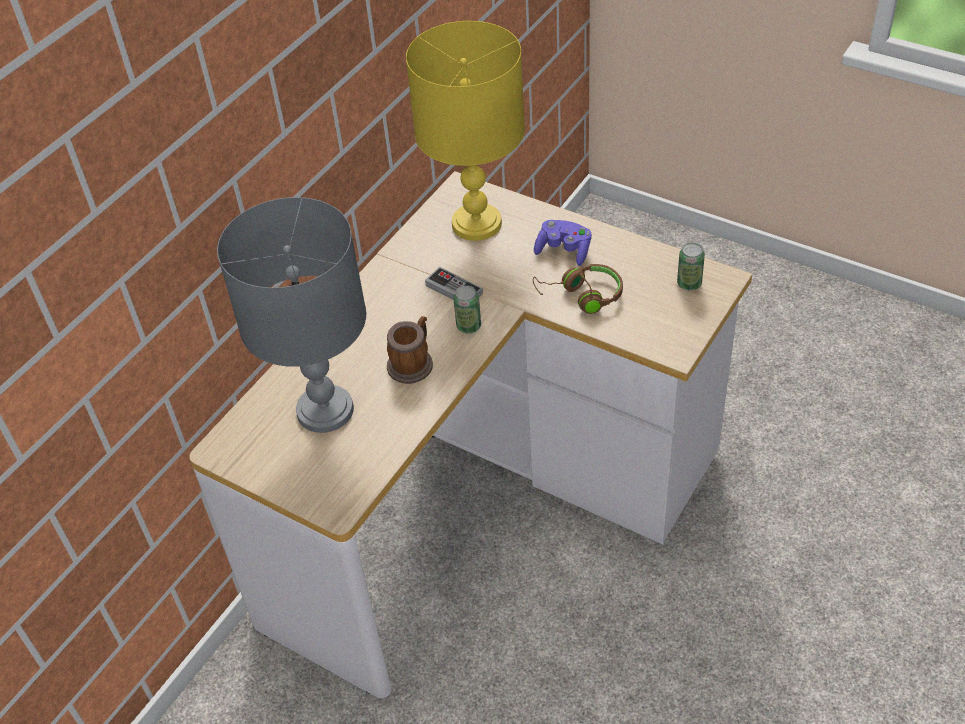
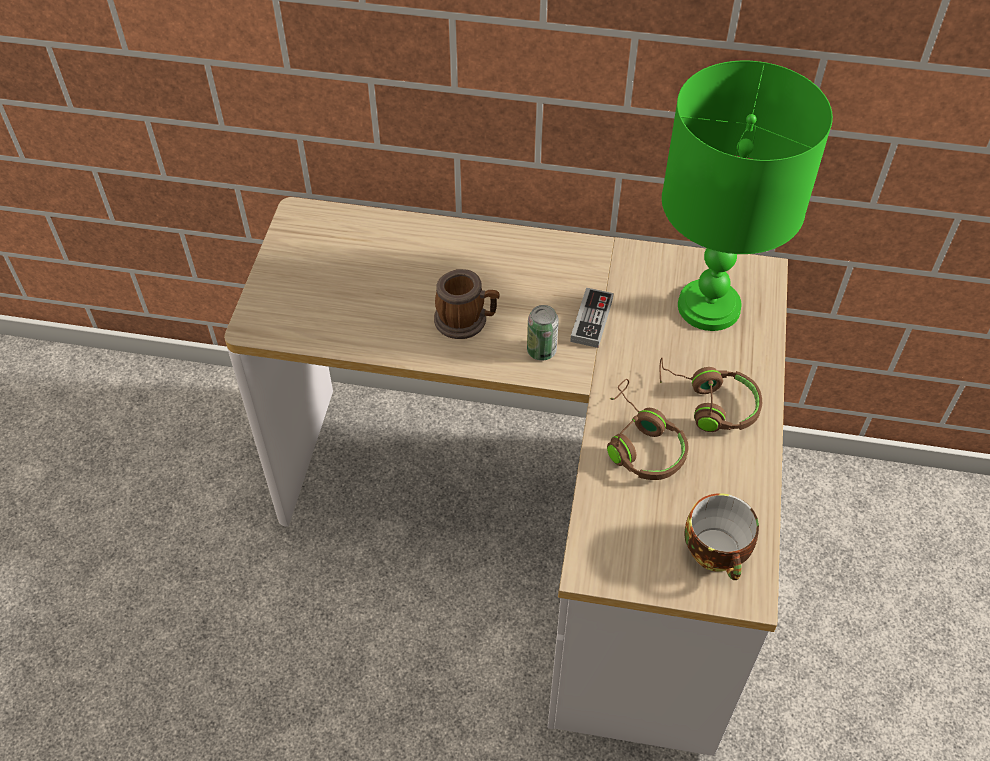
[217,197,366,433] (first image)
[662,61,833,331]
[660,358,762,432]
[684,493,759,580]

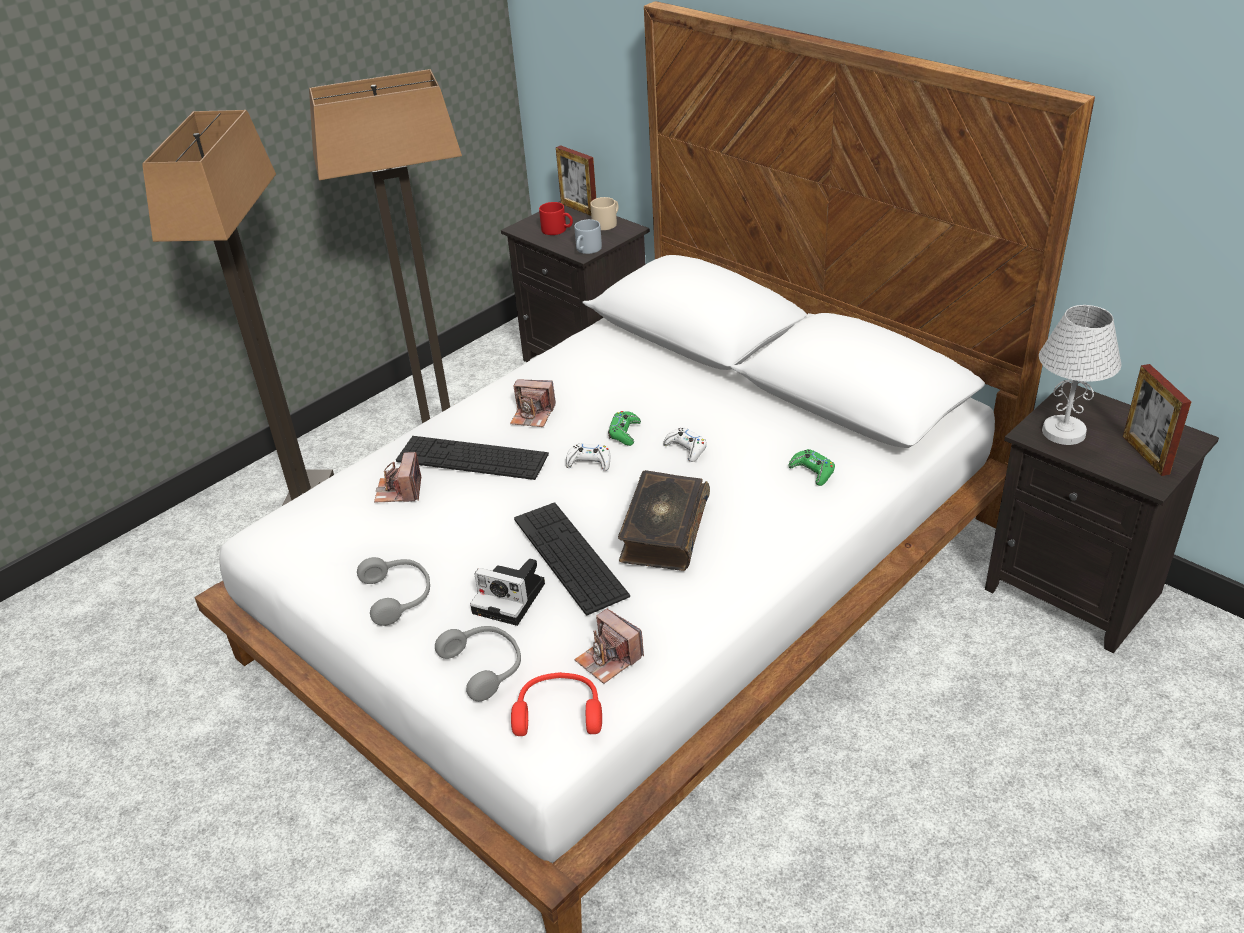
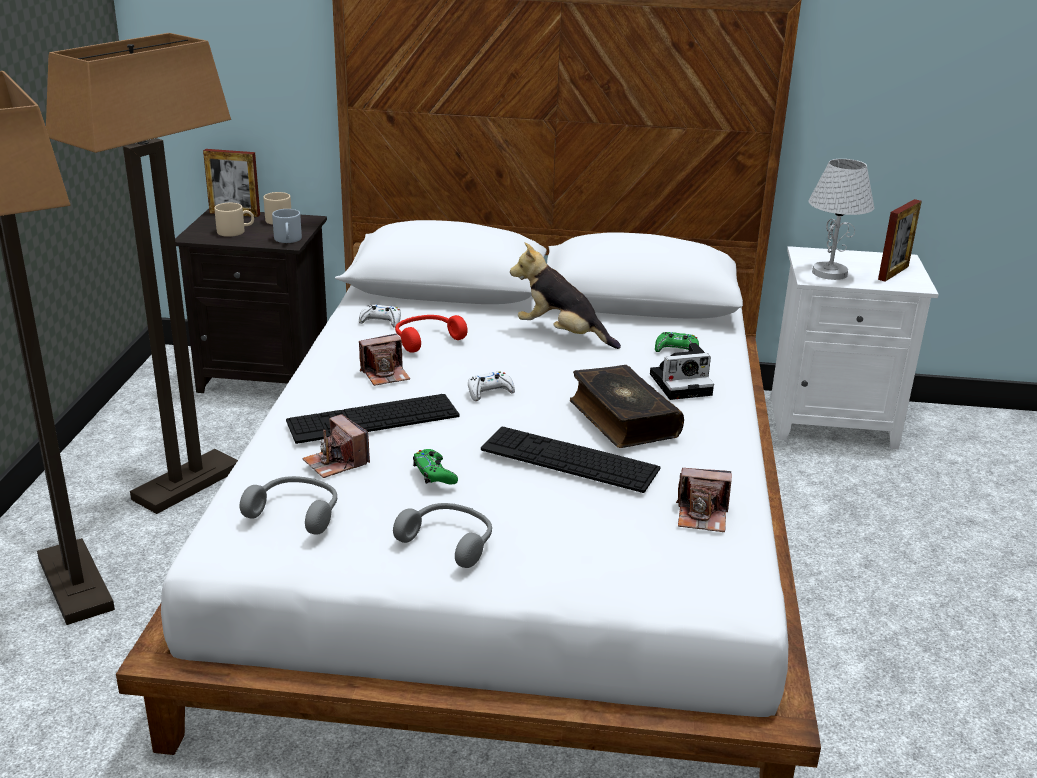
[240,476,337,535]
[650,343,714,400]
[395,315,468,353]
[214,203,254,237]
[413,449,458,484]
[359,305,401,328]
[771,246,939,449]
[878,199,922,281]
[510,242,621,349]

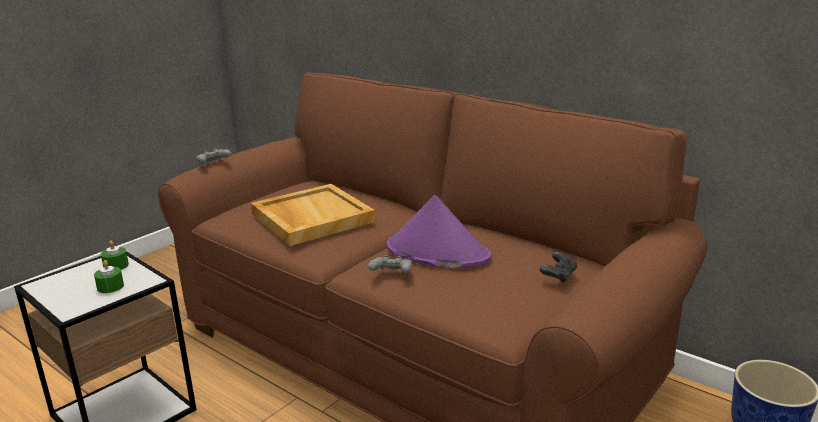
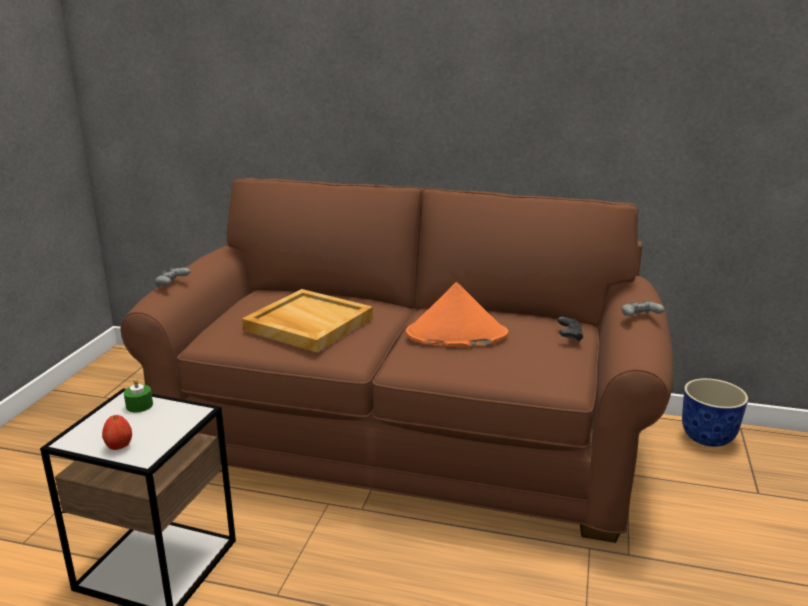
[94,260,124,293] (first image)
[621,300,665,317]
[406,282,508,347]
[102,415,132,450]

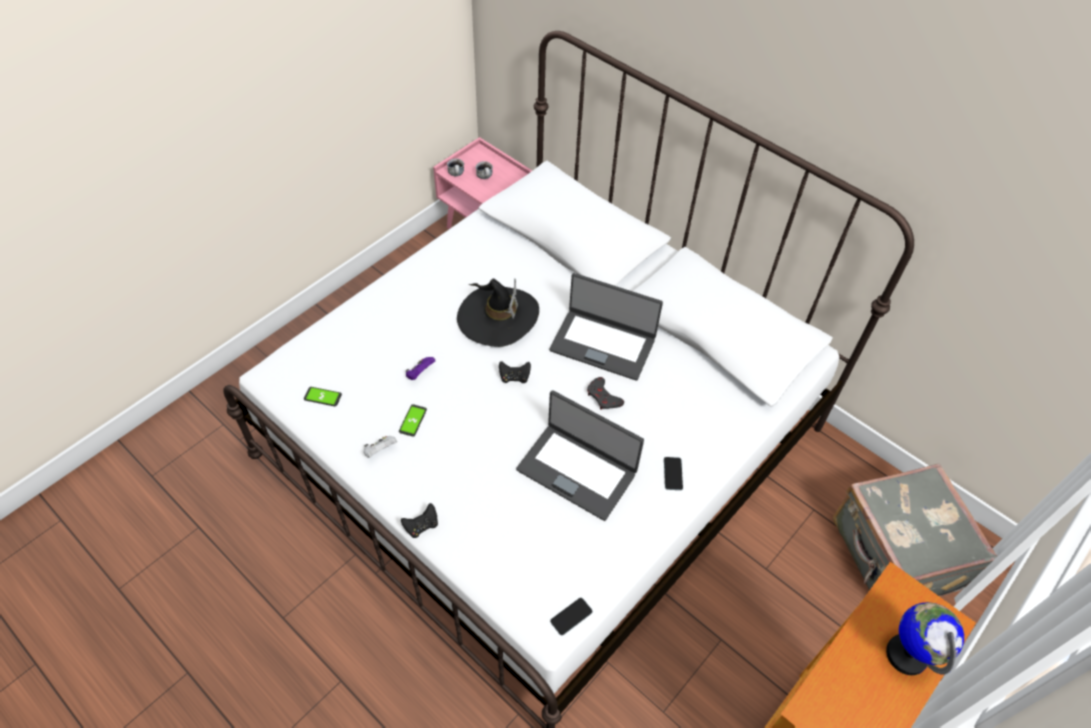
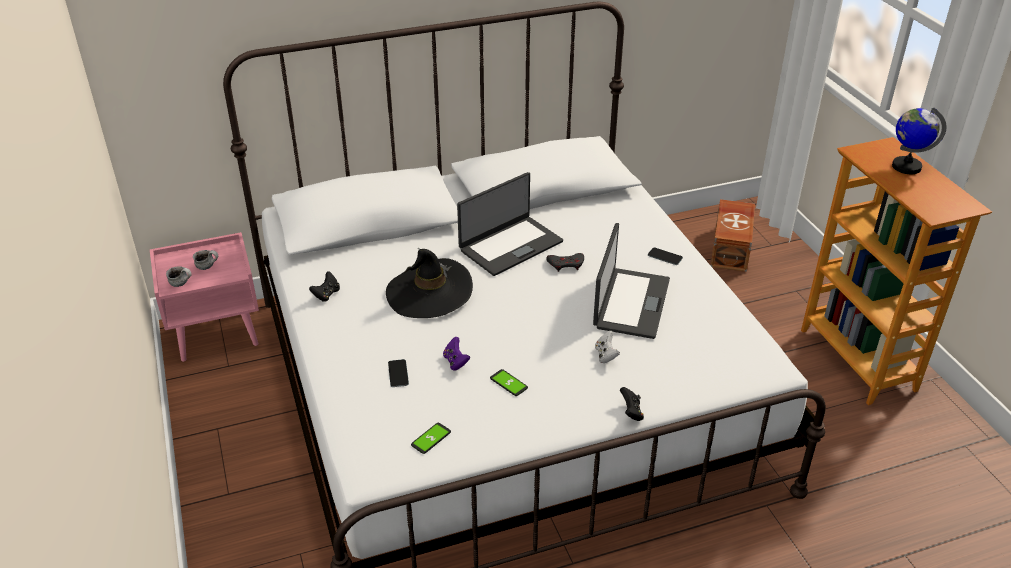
[595,331,620,363]
[309,271,340,302]
[593,223,670,339]
[388,359,409,387]
[711,199,755,272]

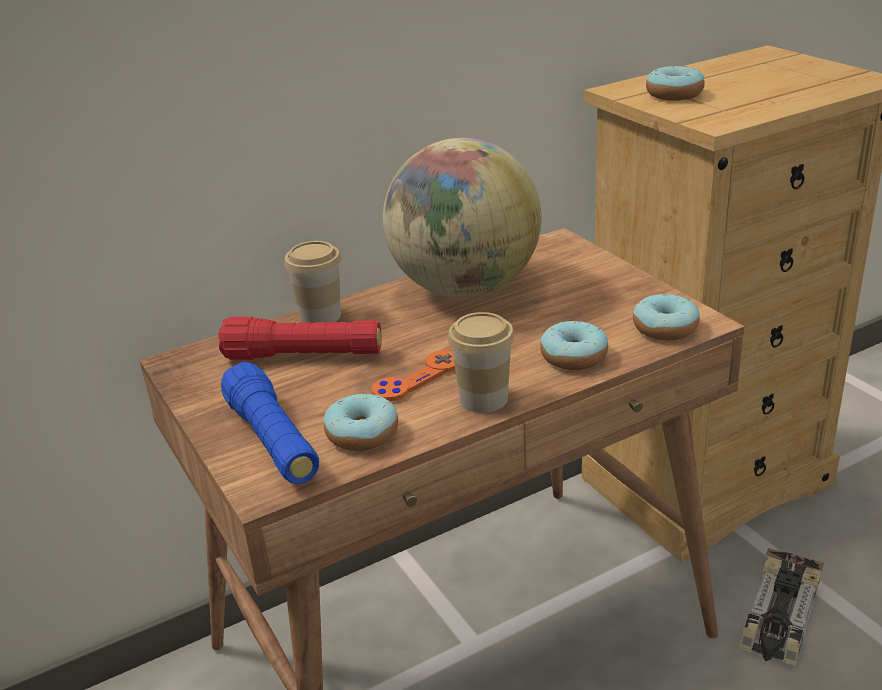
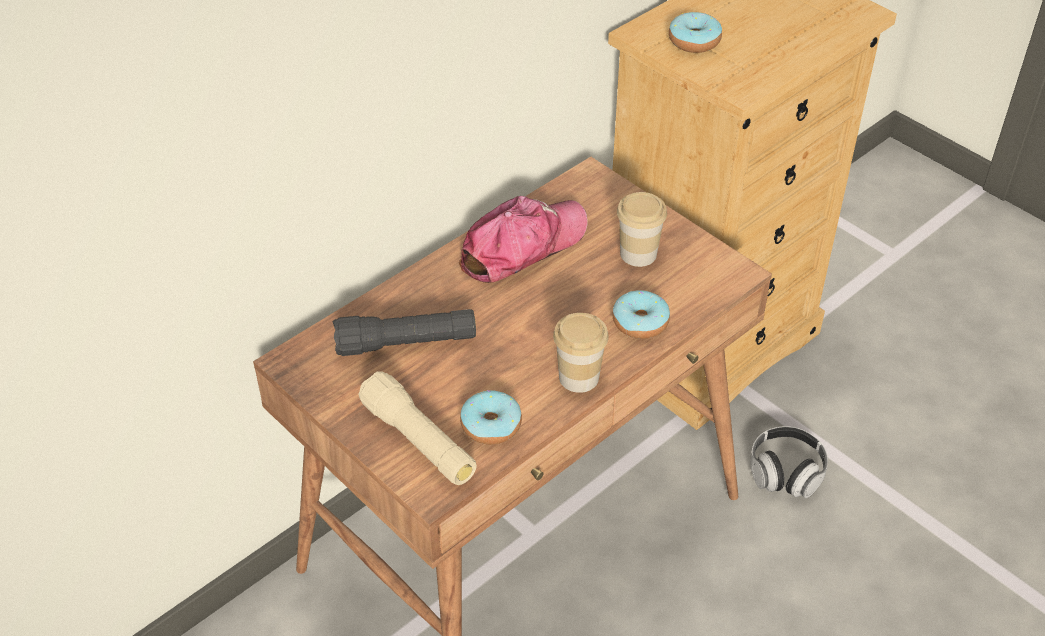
[333,309,476,356]
[358,371,477,485]
[617,192,667,267]
[371,350,455,401] (first image)
[459,196,588,283]
[633,294,700,340] (first image)
[750,426,828,498]

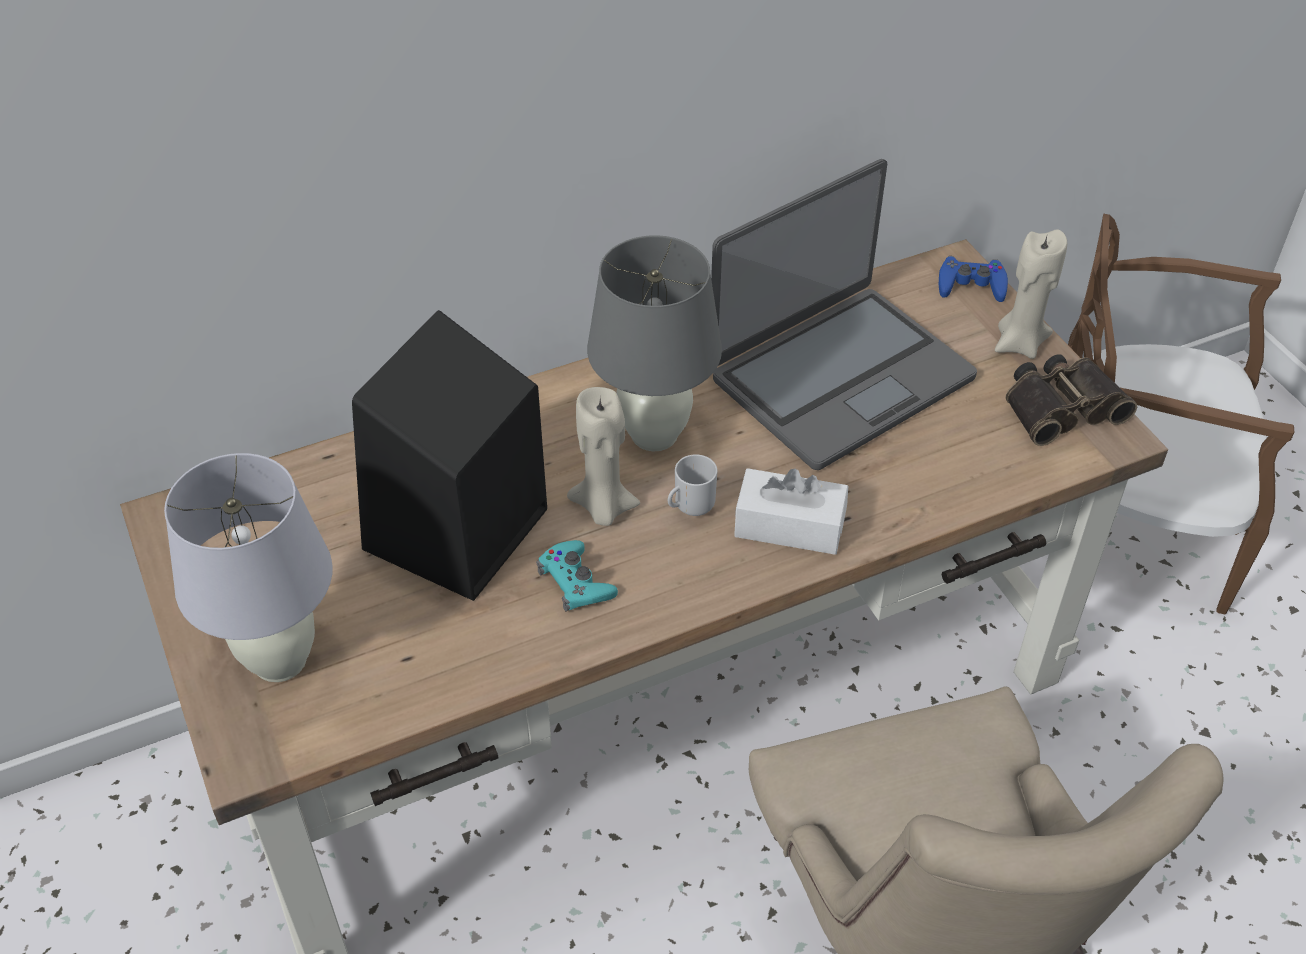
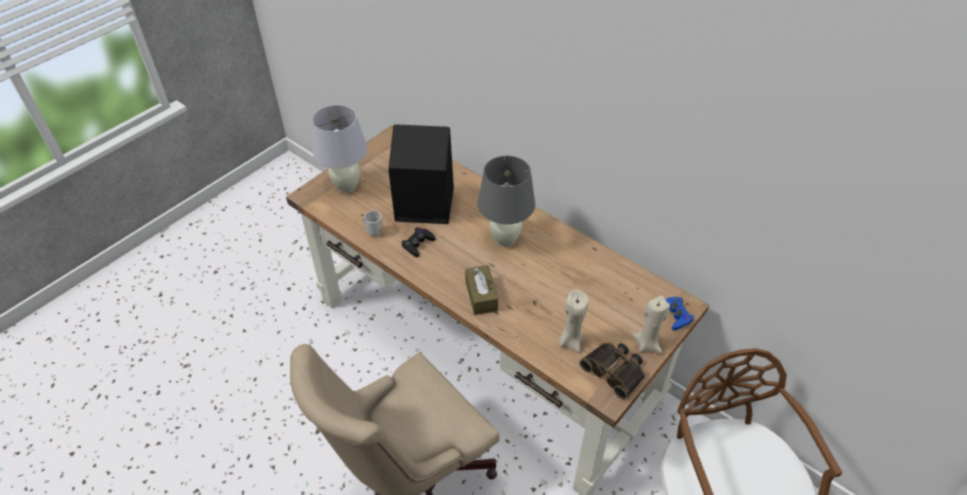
[401,227,435,257]
[559,290,589,353]
[363,211,383,236]
[711,159,977,470] (first image)
[465,265,498,315]

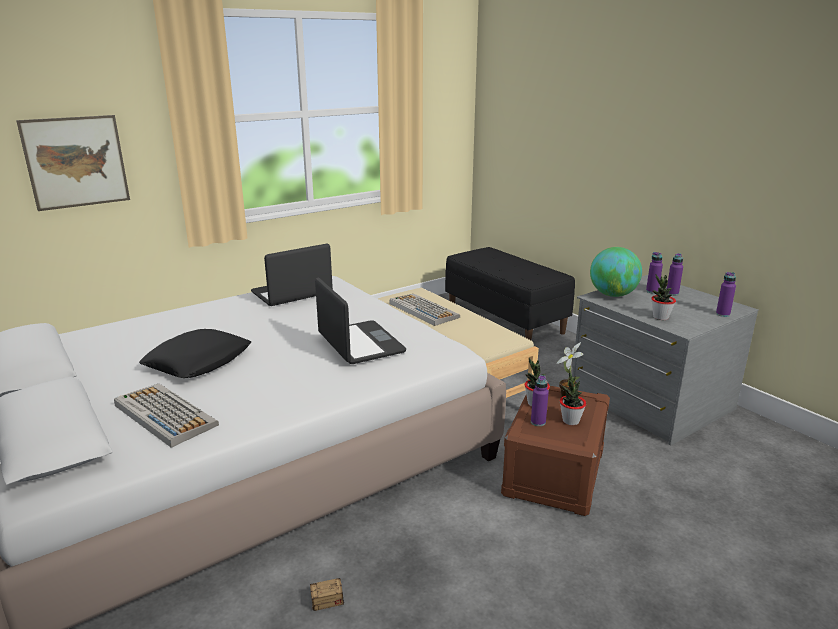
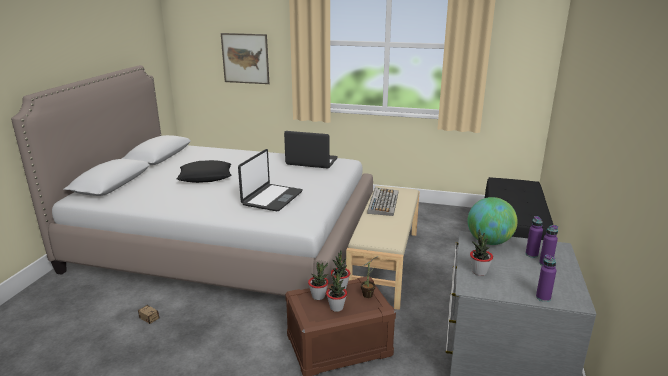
[114,384,219,448] (first image)
[308,262,329,300]

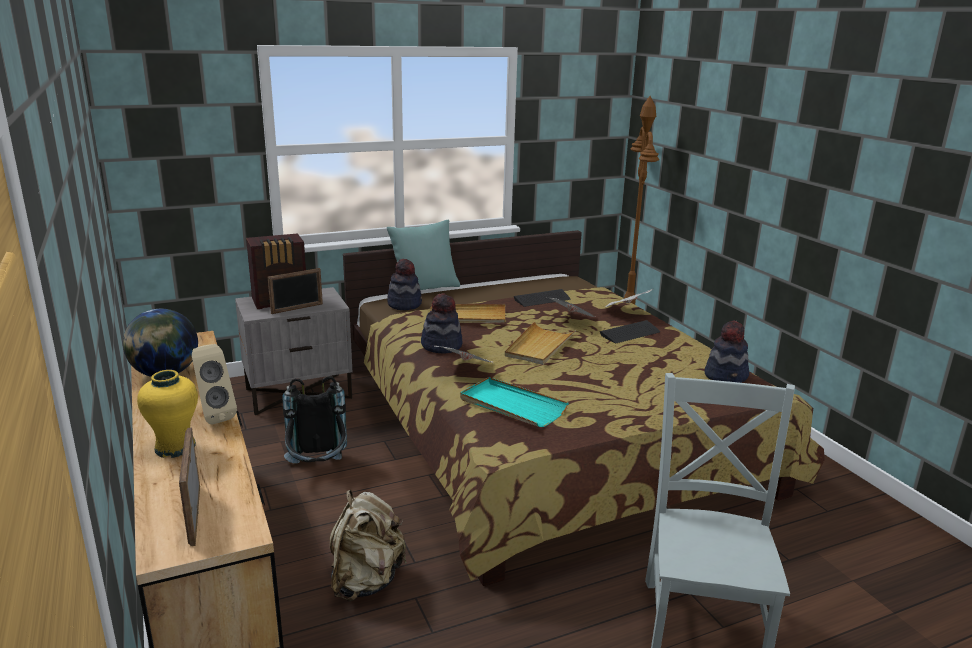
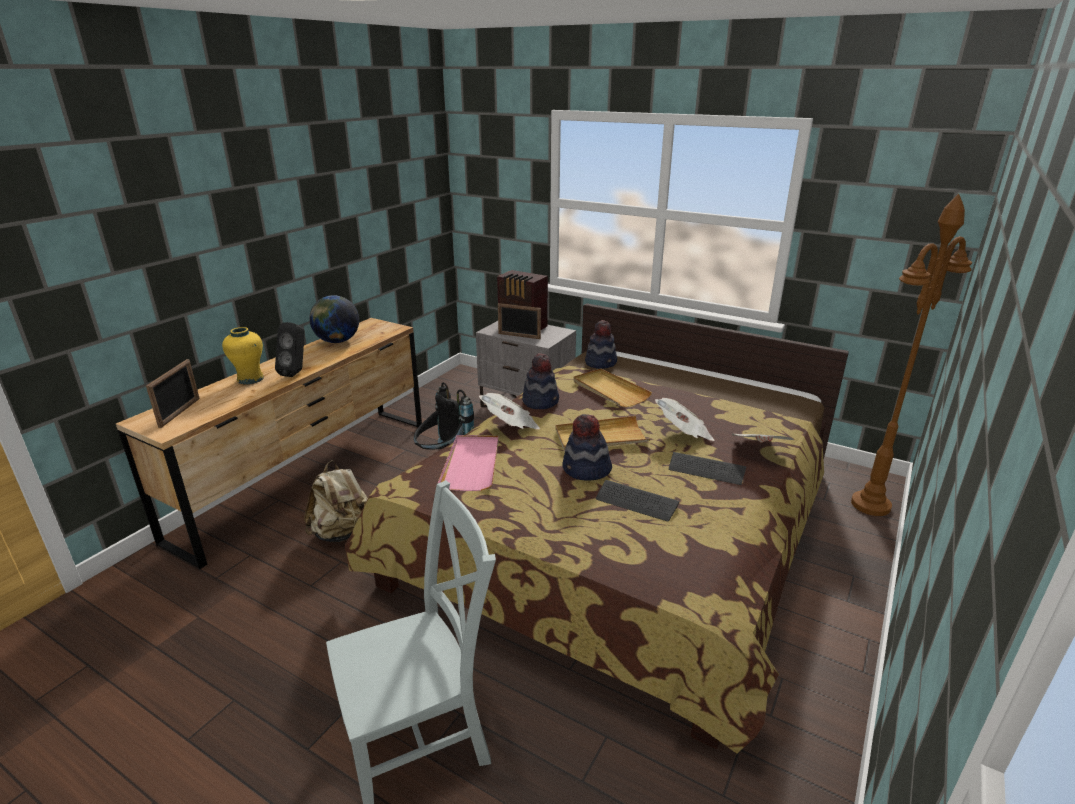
[146,359,200,428]
[275,322,305,377]
[387,220,460,290] (first image)
[438,435,499,491]
[596,480,680,521]
[562,414,612,481]

